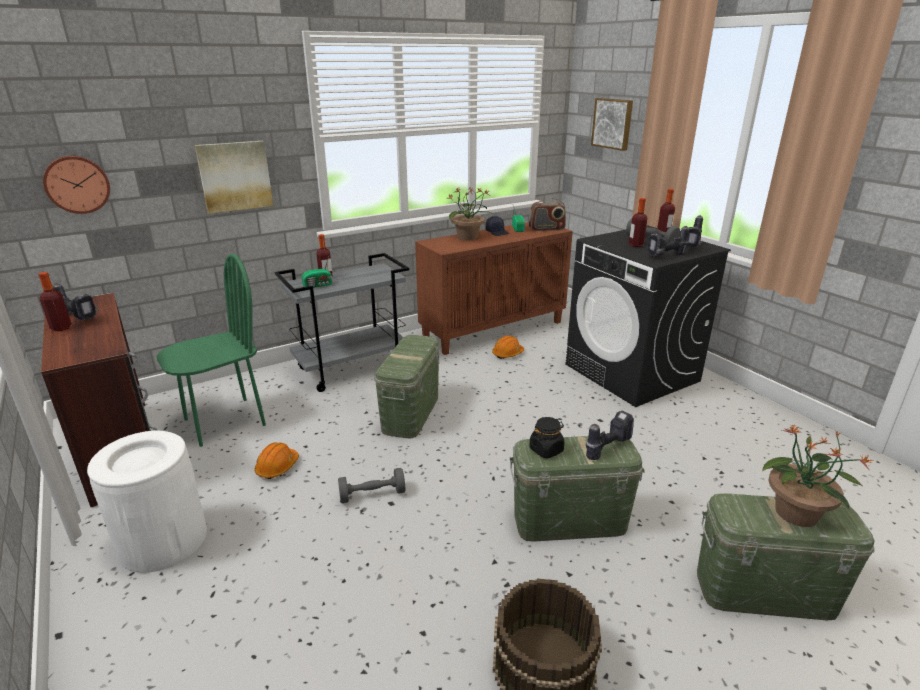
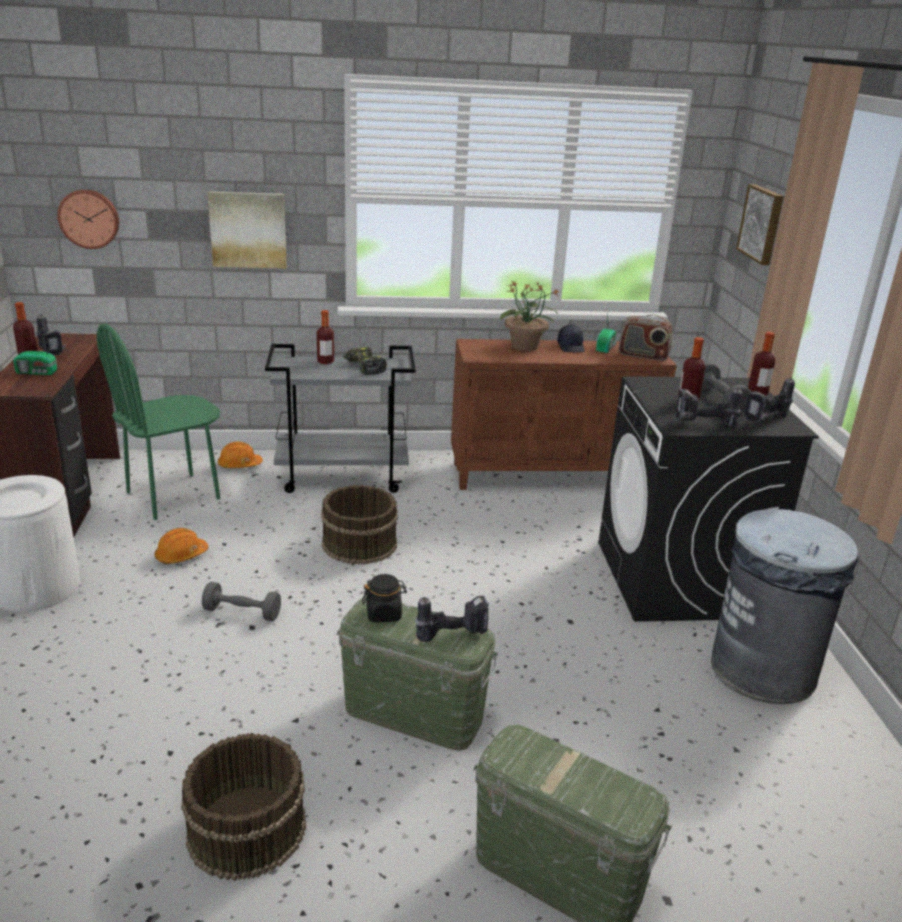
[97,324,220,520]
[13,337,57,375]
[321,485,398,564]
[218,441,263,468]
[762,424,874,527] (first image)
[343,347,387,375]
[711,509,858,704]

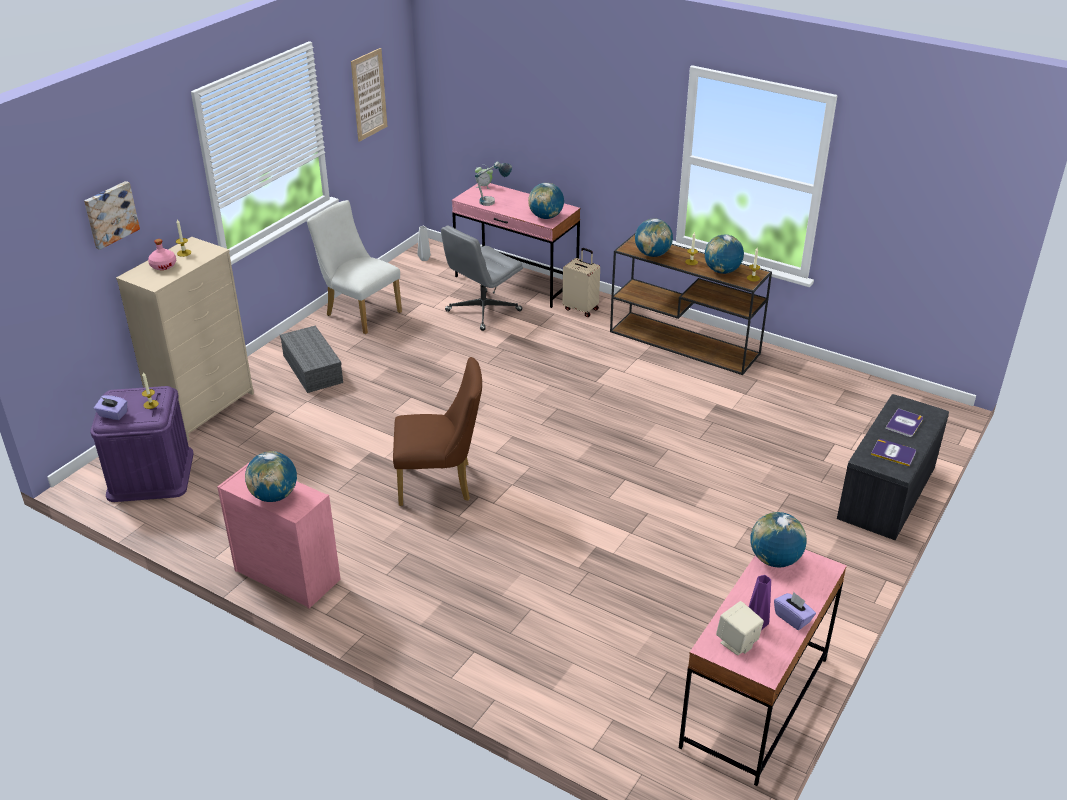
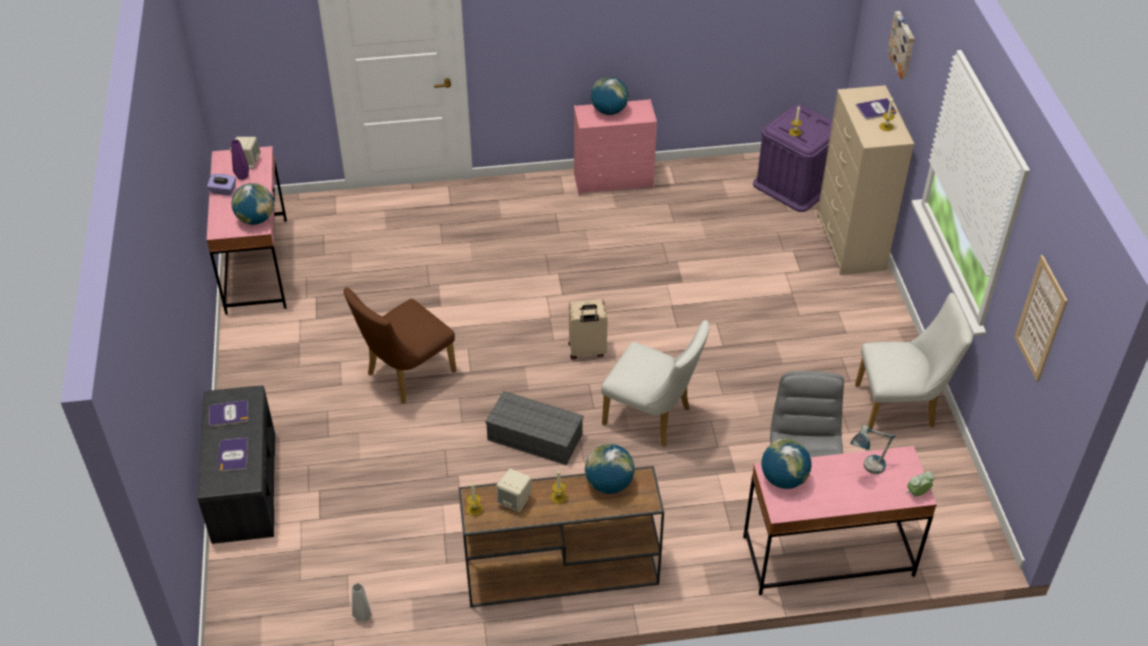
[94,395,127,420] (first image)
[856,98,897,119]
[486,391,583,465]
[344,287,456,404]
[352,583,372,622]
[569,300,608,360]
[496,469,531,512]
[601,320,709,447]

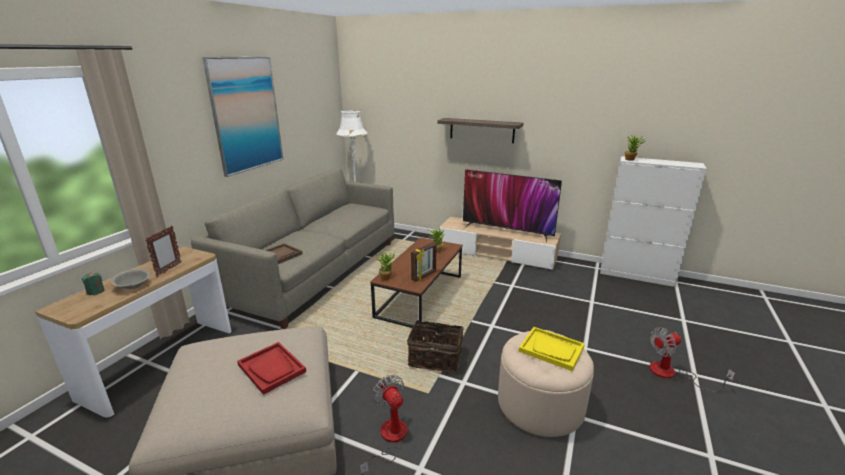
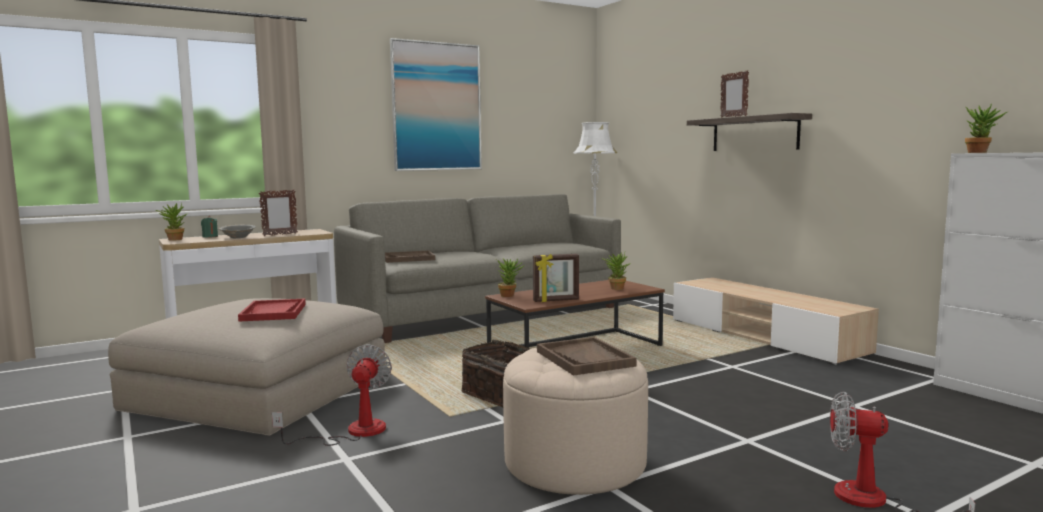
[463,169,562,242] (first image)
[537,337,637,376]
[155,202,188,241]
[720,70,749,118]

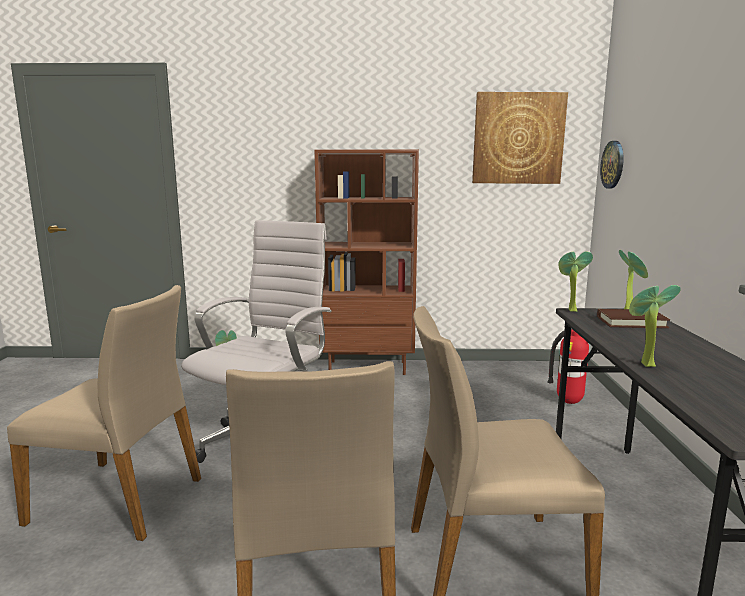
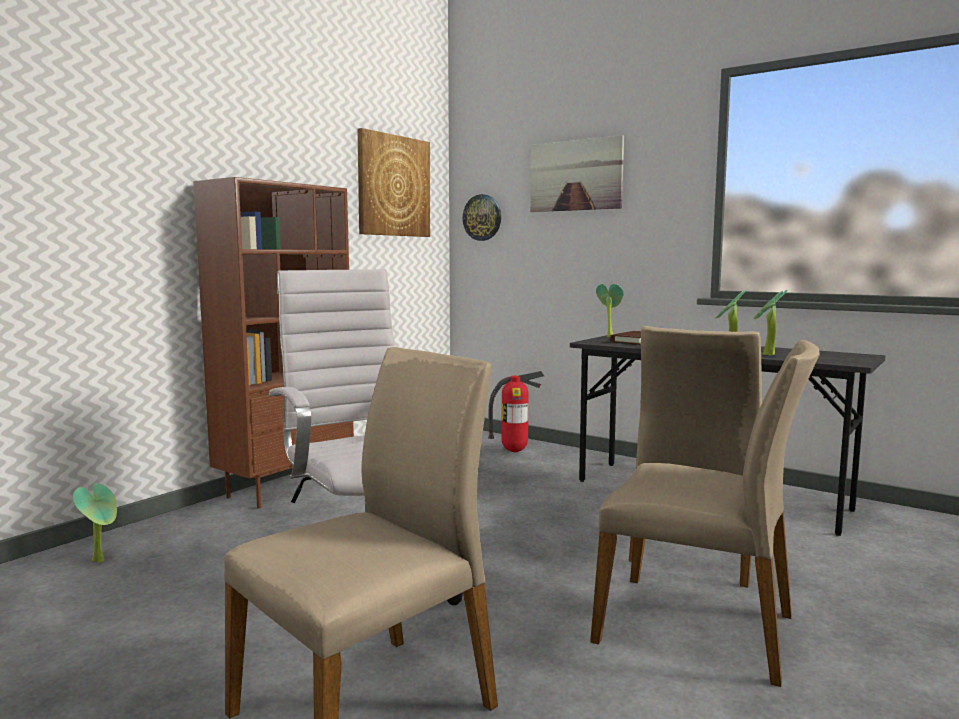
[753,290,788,356]
[530,135,624,212]

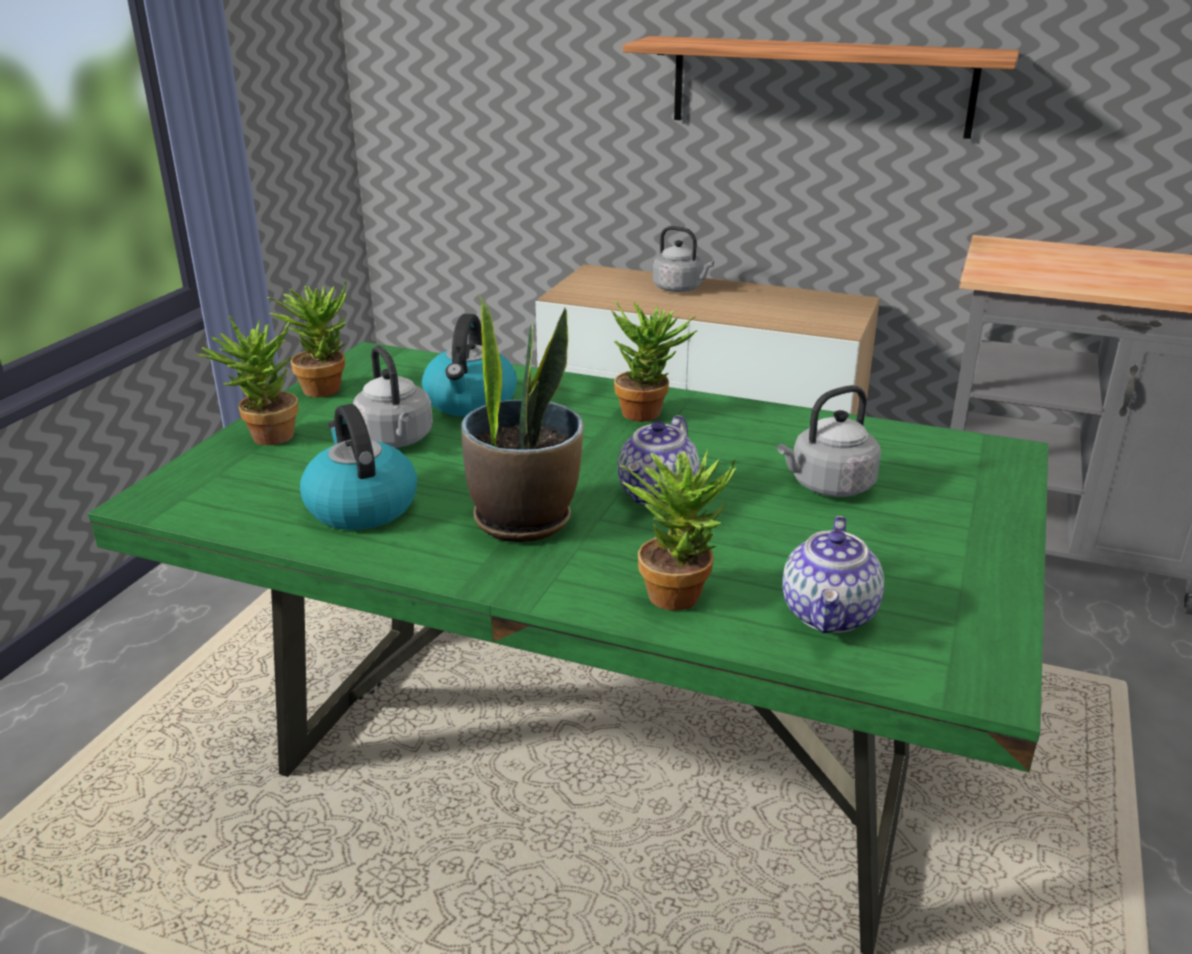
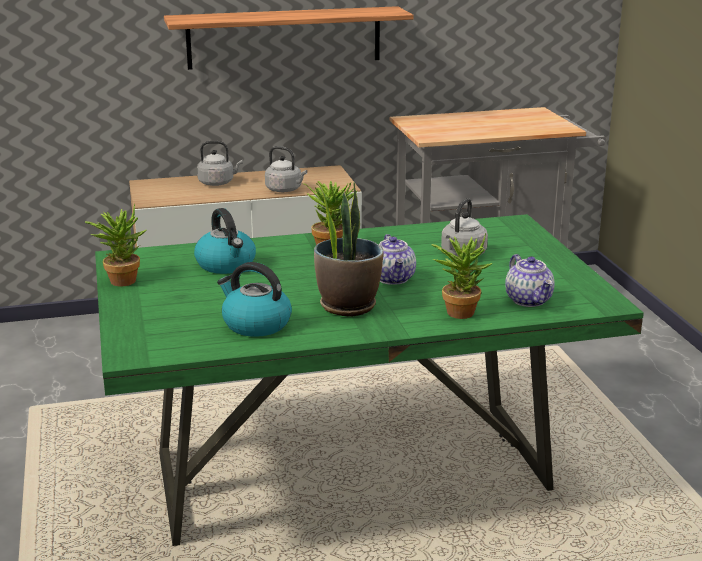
[196,316,298,445] (first image)
[265,146,307,192]

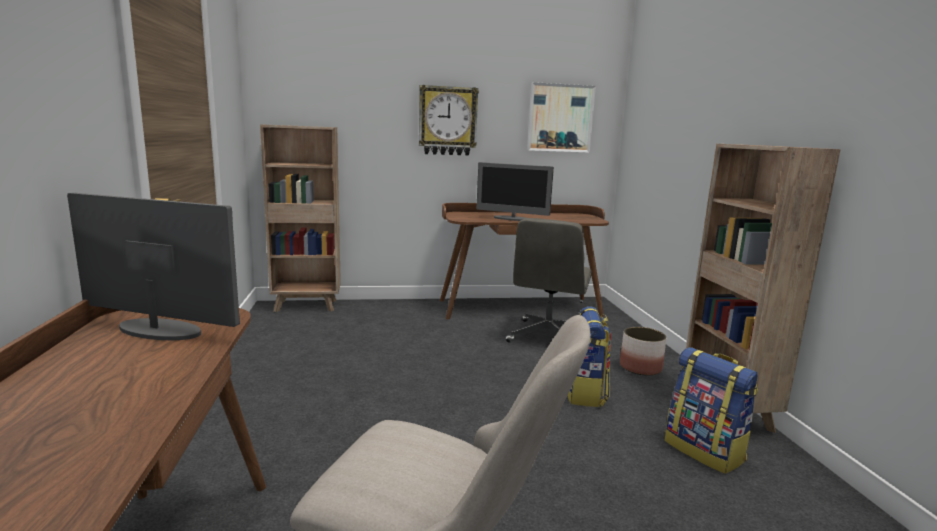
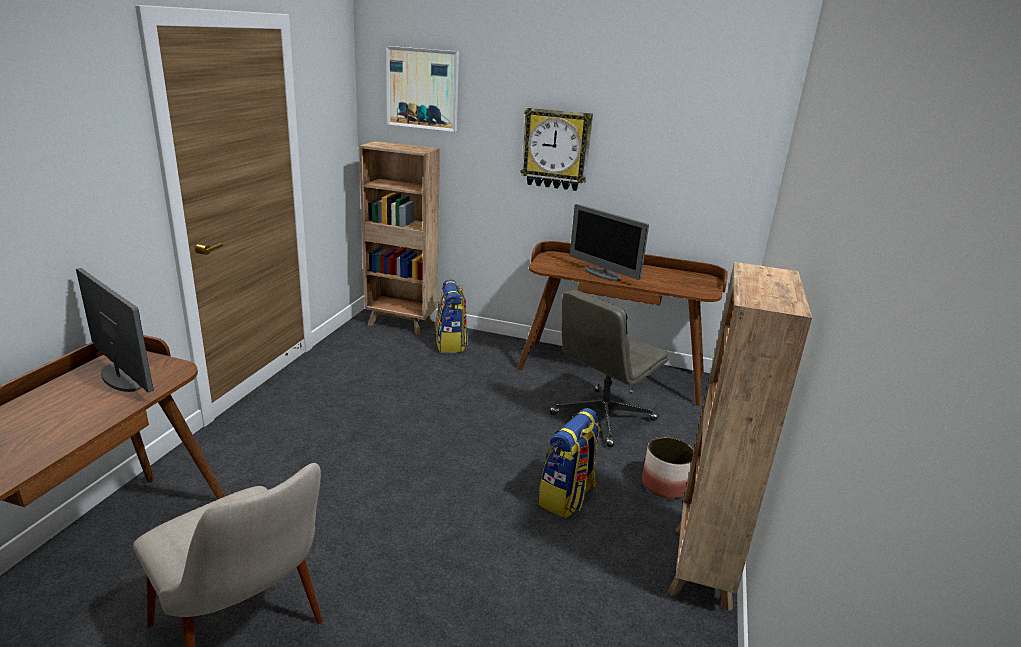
[386,46,459,132]
[435,279,468,353]

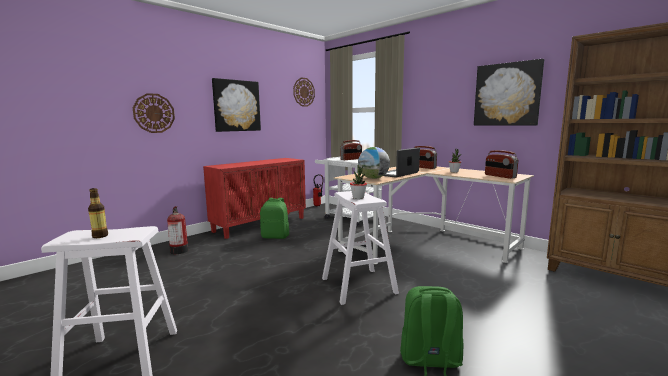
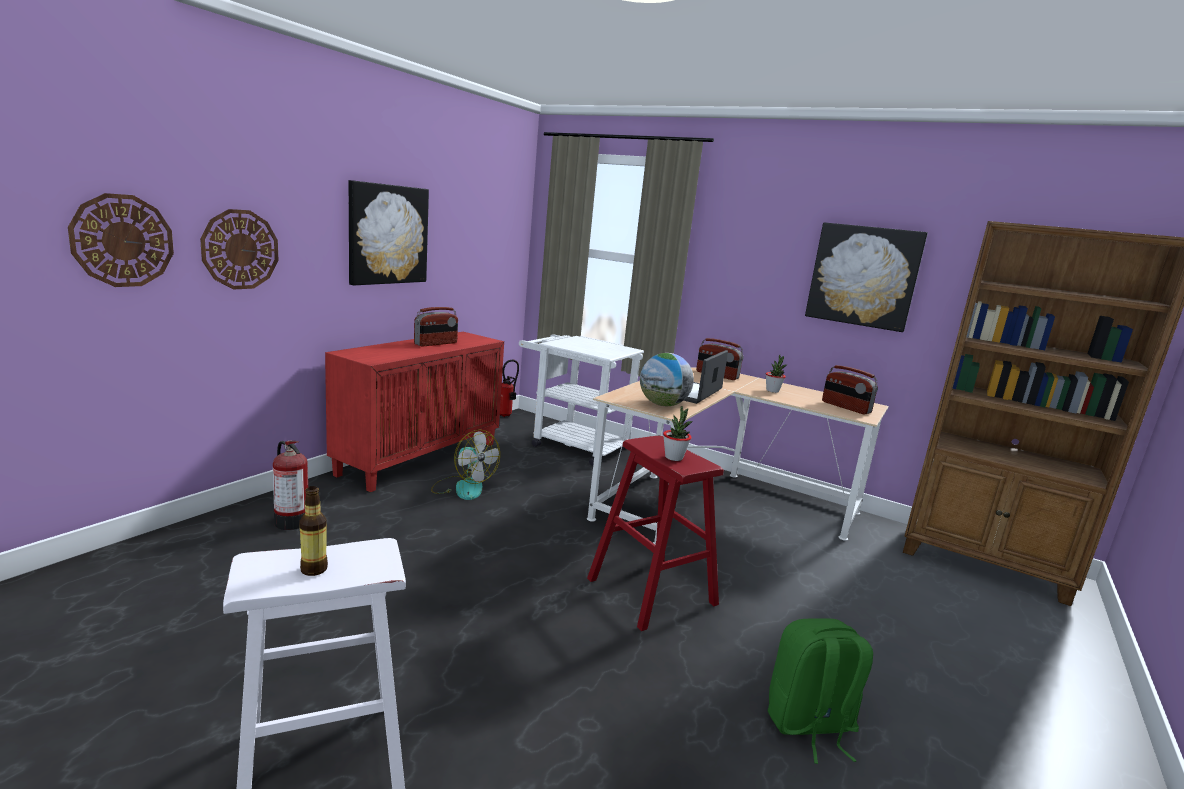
[431,429,500,500]
[68,193,174,287]
[587,436,724,631]
[414,307,458,346]

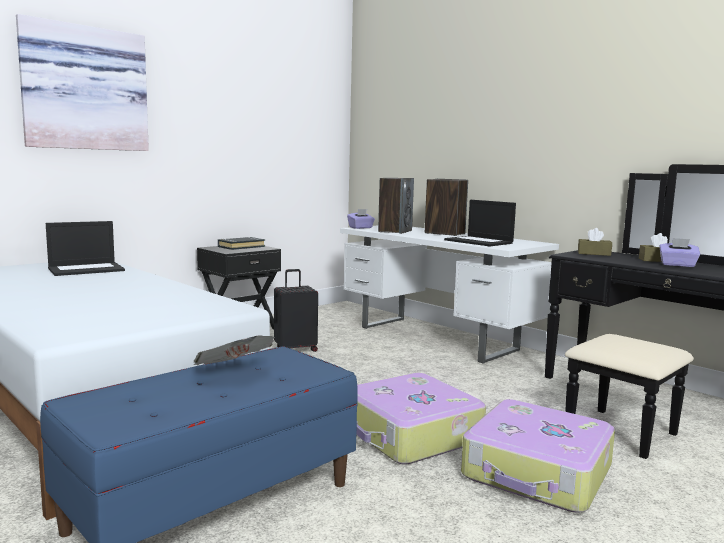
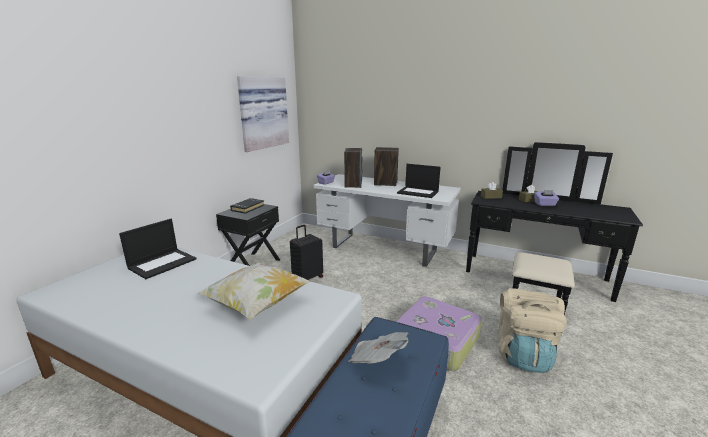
[237,76,289,152]
[499,288,567,373]
[197,263,310,320]

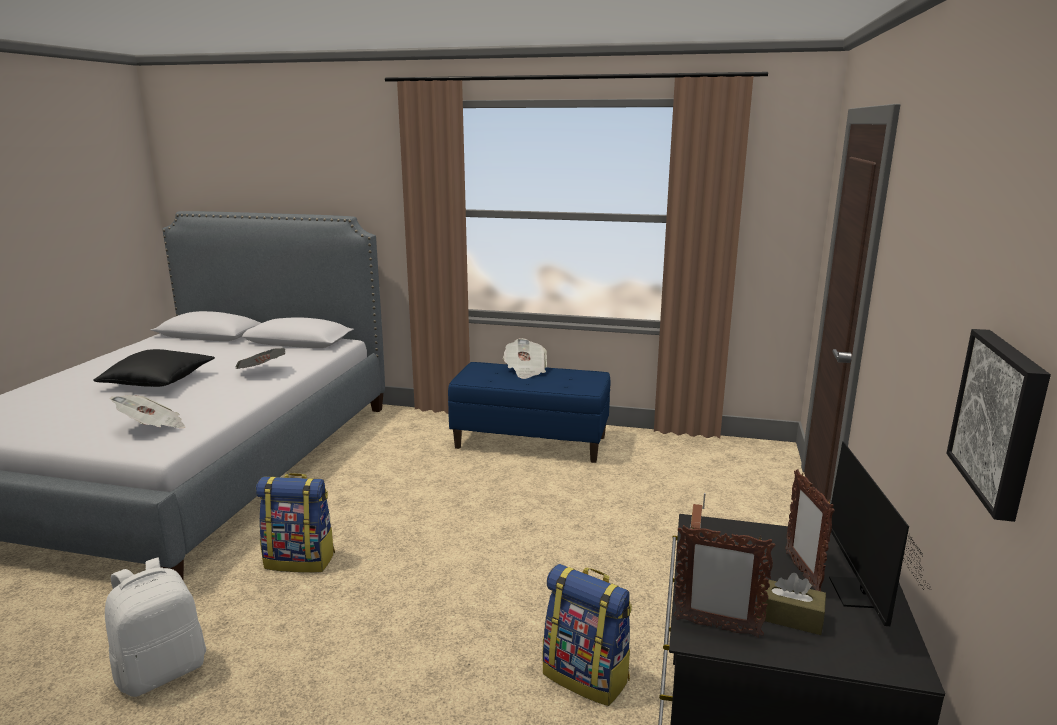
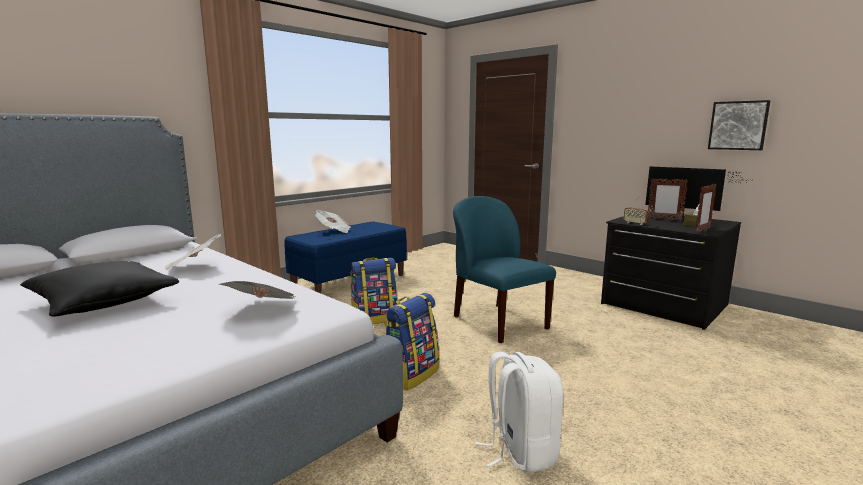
[350,258,398,324]
[453,196,556,343]

